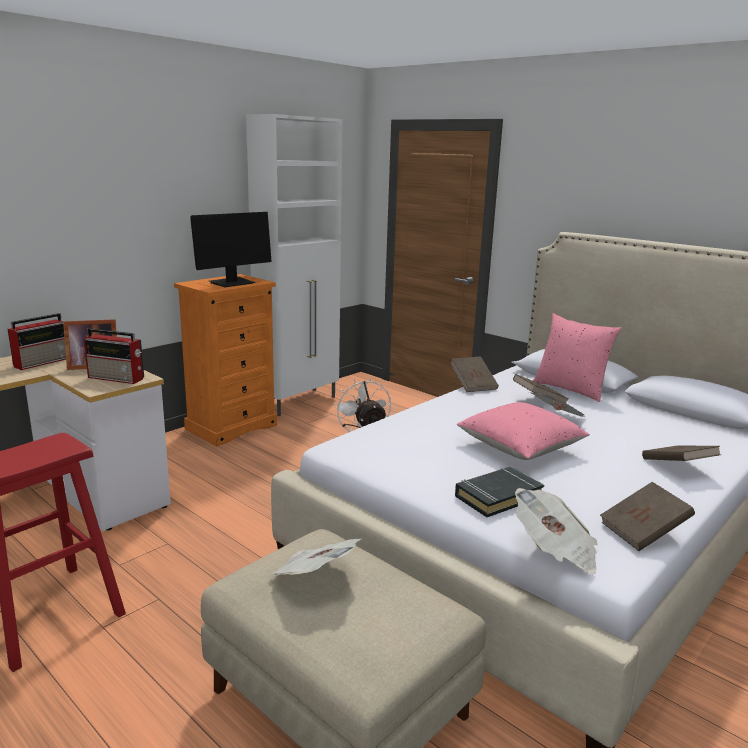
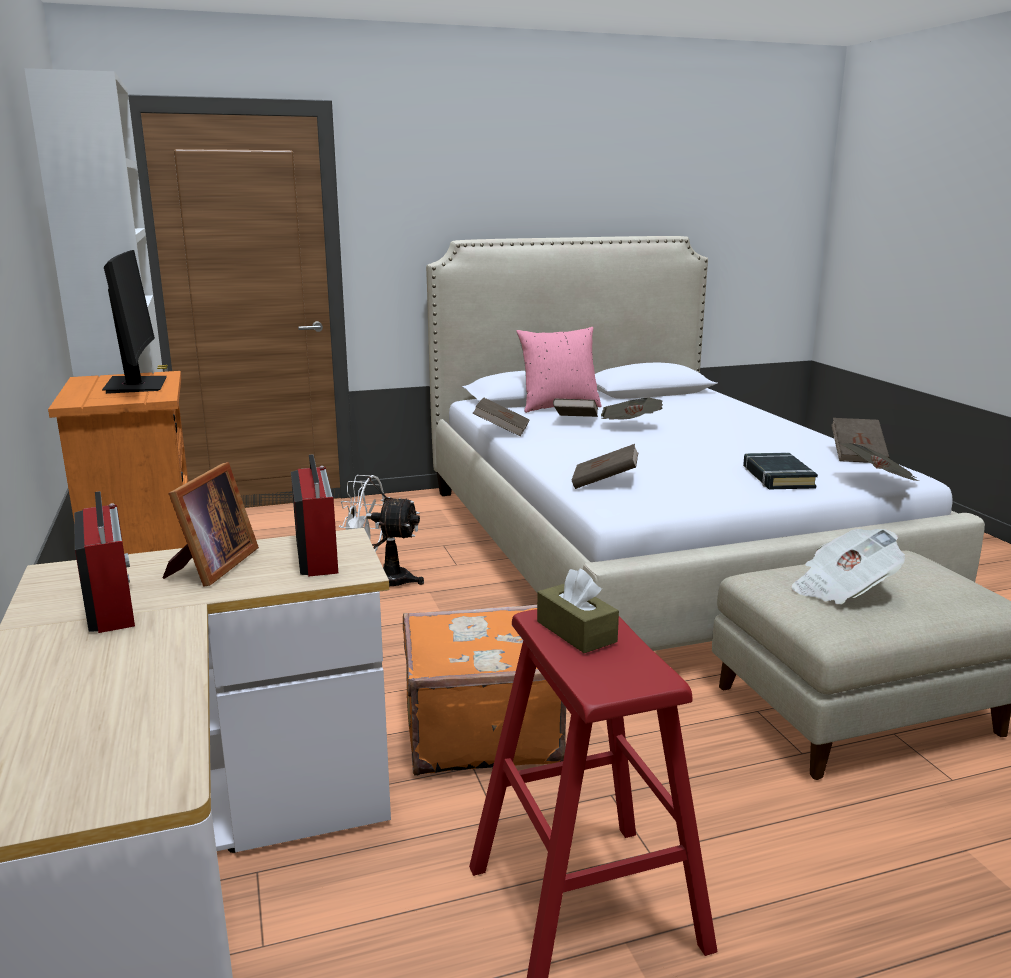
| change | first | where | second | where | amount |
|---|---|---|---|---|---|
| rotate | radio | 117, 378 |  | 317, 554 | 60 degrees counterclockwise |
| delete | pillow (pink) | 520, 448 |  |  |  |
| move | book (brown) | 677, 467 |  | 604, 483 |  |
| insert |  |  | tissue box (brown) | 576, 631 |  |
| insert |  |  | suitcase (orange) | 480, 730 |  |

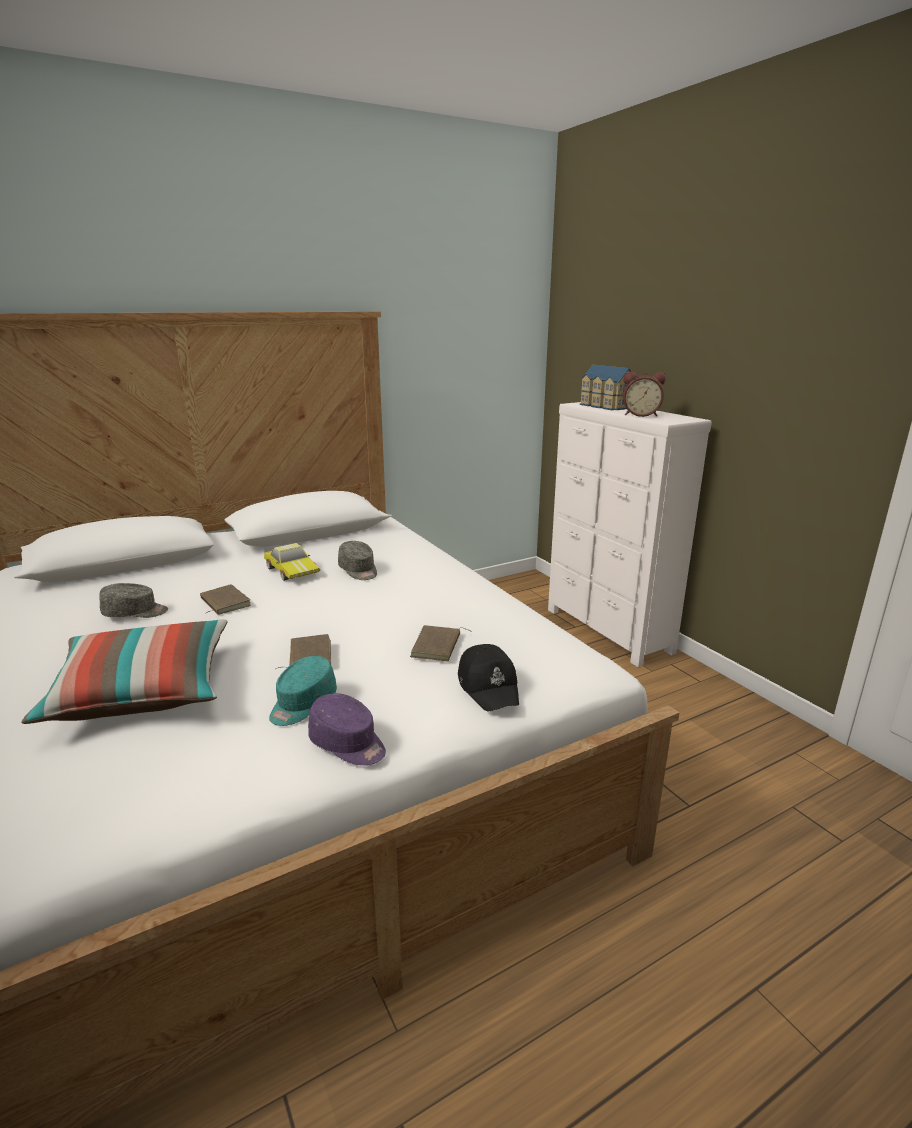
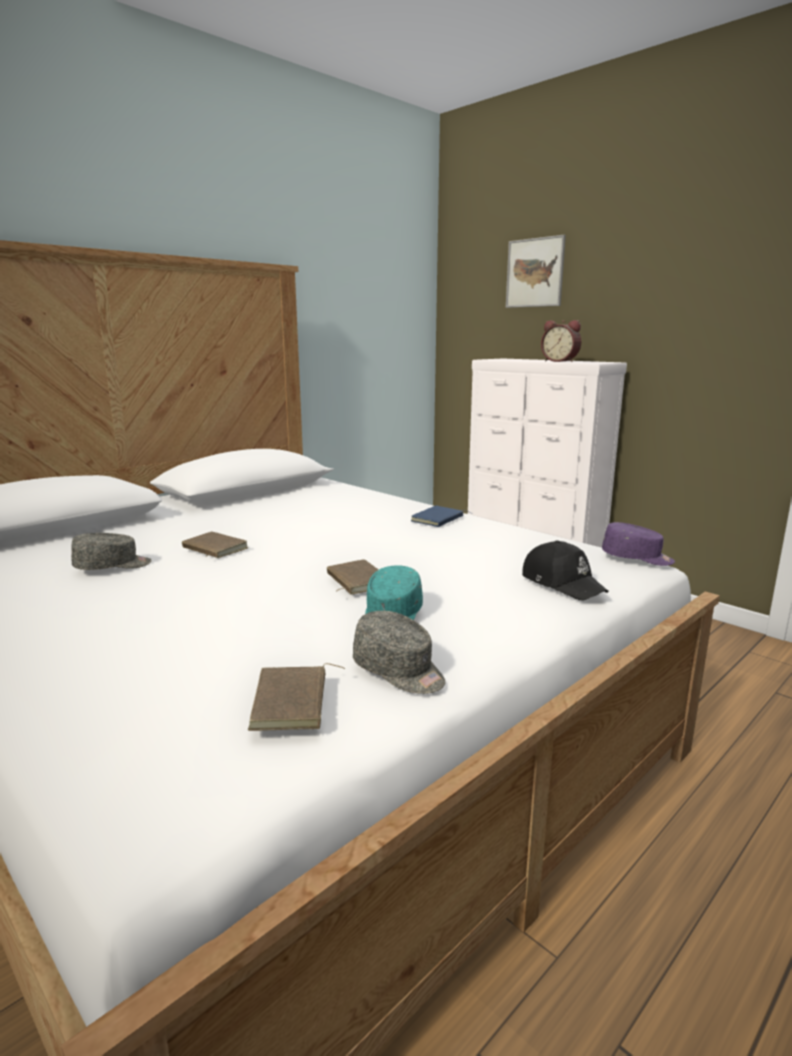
| change | first | where | second | where | amount |
|---|---|---|---|---|---|
| delete | toy house | 604, 406 |  |  |  |
| rotate | alarm clock | 640, 415 |  | 560, 361 | 45 degrees clockwise |
| move | cap (grey) | 359, 571 |  | 399, 671 |  |
| delete | toy car | 293, 570 |  |  |  |
| delete | pillow | 143, 691 |  |  |  |
| move | book (brown) | 438, 647 |  | 293, 703 |  |
| move | cap (purple) | 348, 744 |  | 637, 558 |  |
| insert |  |  | picture | 535, 273 |  |
| insert |  |  | book (blue) | 438, 520 |  |

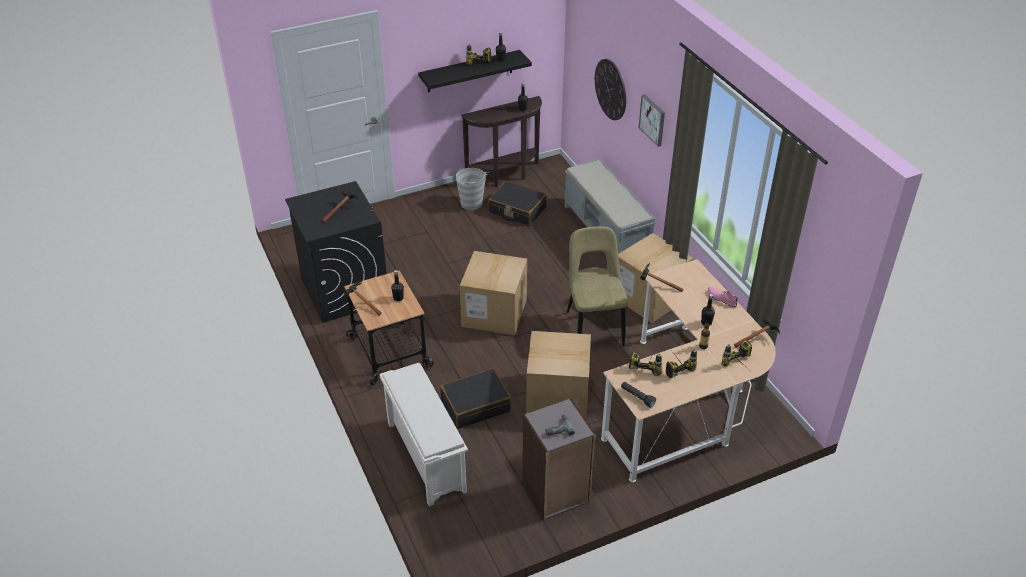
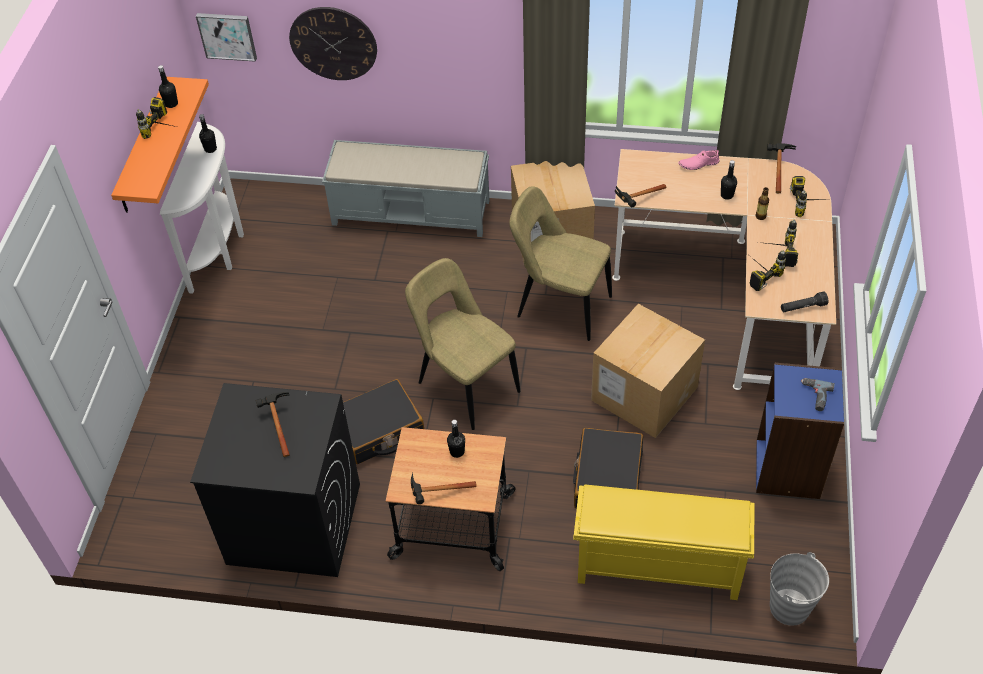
| change | first | where | second | where | amount |
|---|---|---|---|---|---|
| recolor | shelf (black) | 470, 71 | shelf (orange) | 144, 147 |  |
| move | picture | 653, 120 |  | 227, 35 |  |
| recolor | console table (brown) | 506, 176 | console table (white) | 220, 249 |  |
| move | bucket (grey) | 471, 203 |  | 790, 608 |  |
| move | suitcase (black) | 517, 210 |  | 378, 430 |  |
| replace | cardboard box | 494, 312 | chair (beige) | 465, 385 |  |
| recolor | shoe rack (white) | 425, 456 | shoe rack (yellow) | 656, 568 |  |
| recolor | bookcase (grey) | 556, 493 | bookcase (blue) | 788, 469 |  |

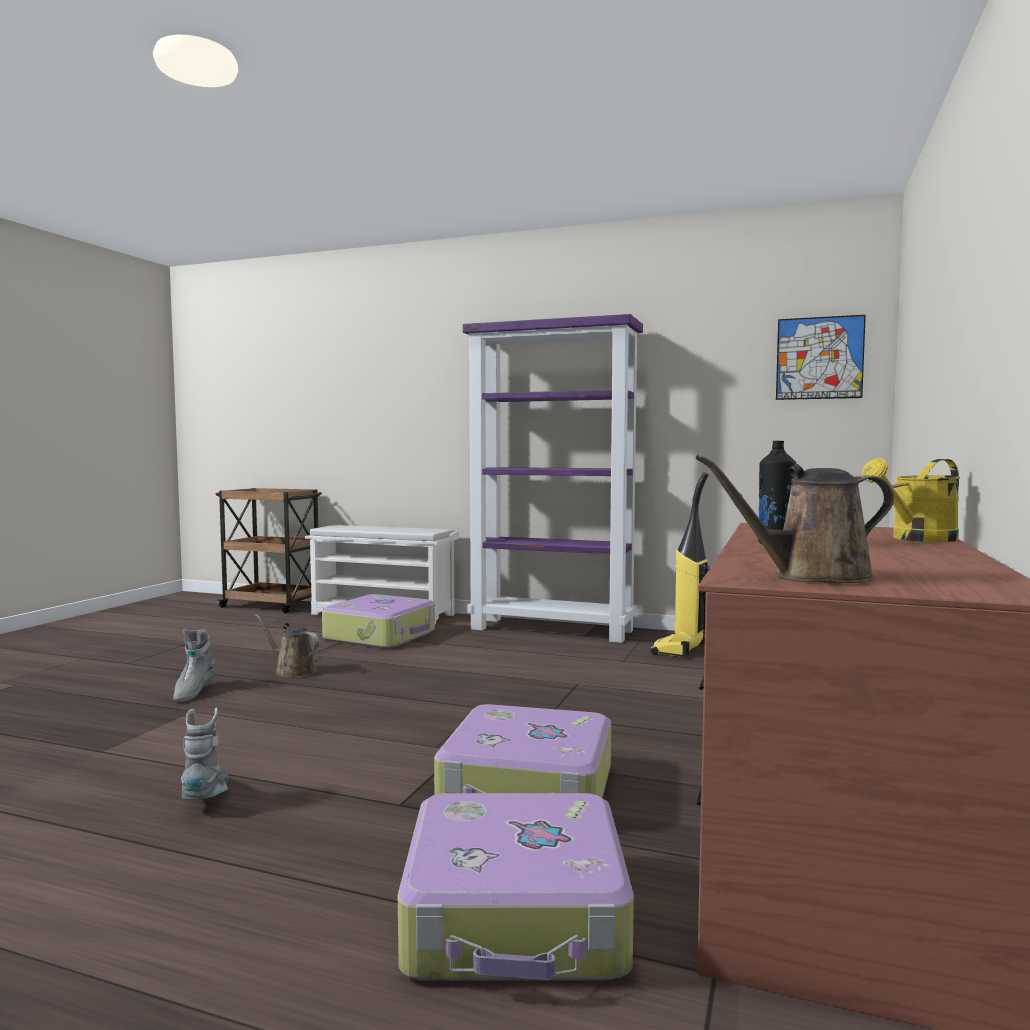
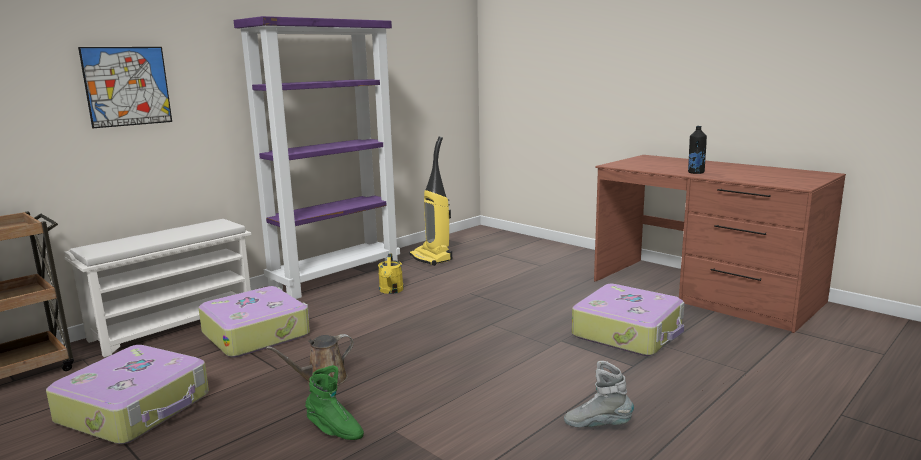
| change | first | where | second | where | amount |
|---|---|---|---|---|---|
| move | picture | 819, 358 |  | 127, 86 |  |
| delete | watering can (brown) | 811, 577 |  |  |  |
| move | watering can (yellow) | 917, 539 |  | 391, 291 |  |
| recolor | boot (grey) | 193, 692 | boot (green) | 334, 431 |  |
| move | suitcase | 517, 916 |  | 136, 408 |  |

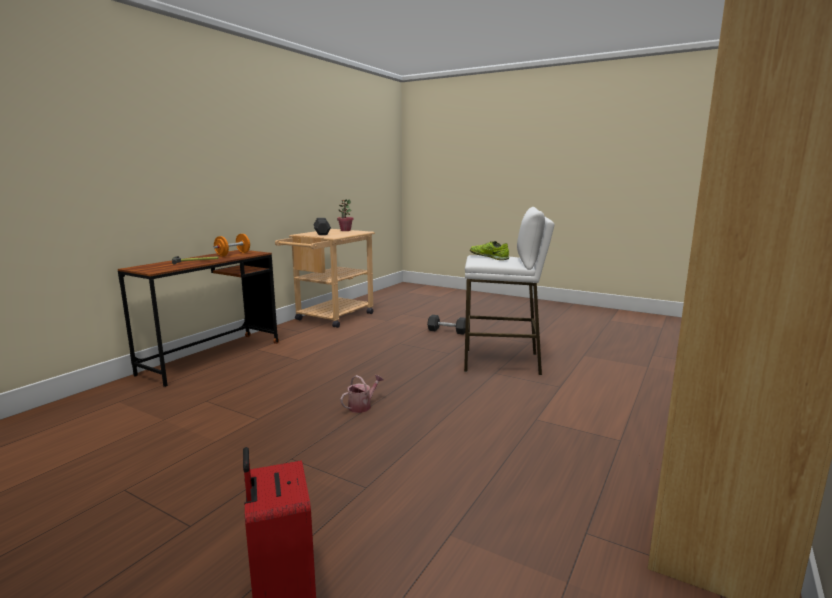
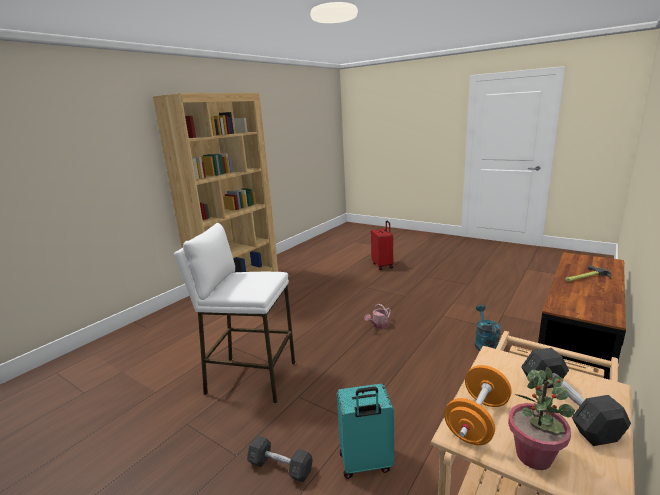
| change | first | where | second | where | amount |
|---|---|---|---|---|---|
| move | dumbbell (orange) | 233, 254 |  | 477, 421 |  |
| delete | shoe | 489, 257 |  |  |  |
| insert |  |  | watering can (turquoise) | 485, 343 |  |
| insert |  |  | suitcase (turquoise) | 365, 463 |  |

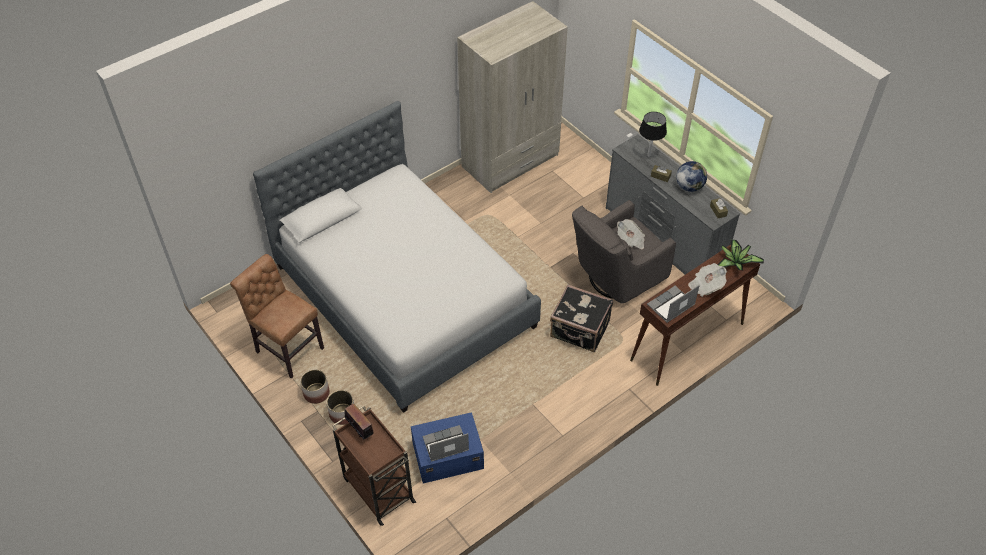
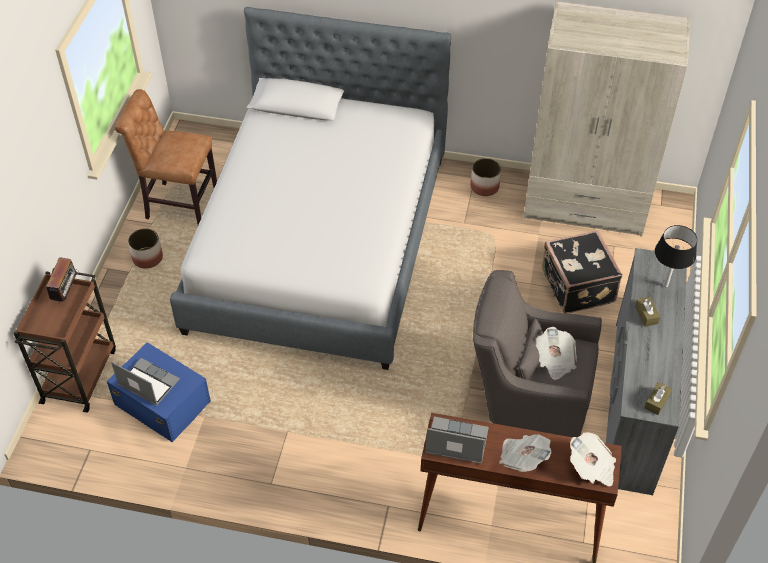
| change | first | where | second | where | amount |
|---|---|---|---|---|---|
| delete | globe | 689, 186 |  |  |  |
| replace | potted plant | 736, 262 | newspaper | 591, 467 |  |
| rotate | chair (brown) | 287, 348 |  | 178, 204 | 75 degrees counterclockwise |
| move | suitcase (black) | 579, 330 |  | 576, 287 |  |
| move | planter | 342, 413 |  | 484, 186 |  |

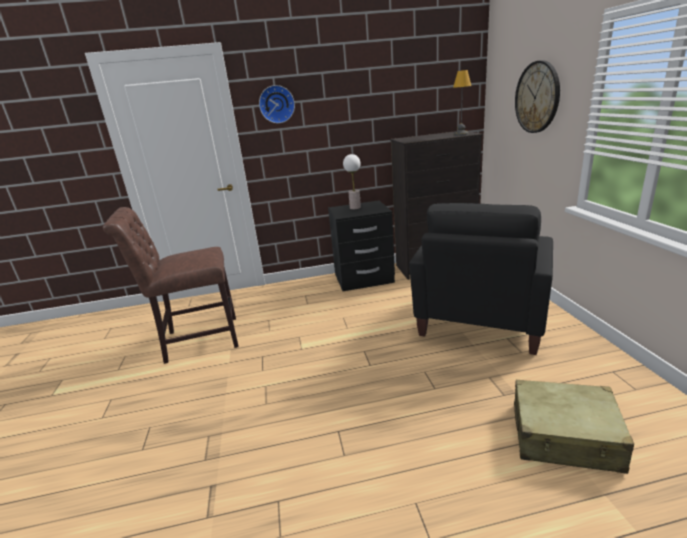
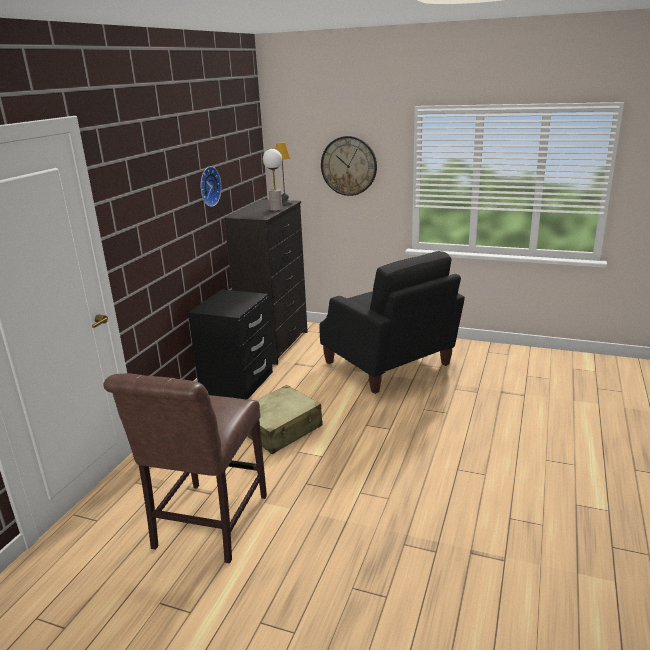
| change | first | where | second | where | amount |
|---|---|---|---|---|---|
| move | wall clock | 276, 104 |  | 208, 186 |  |
| move | table lamp | 355, 208 |  | 276, 209 |  |
| move | suitcase (beige) | 565, 437 |  | 281, 429 |  |

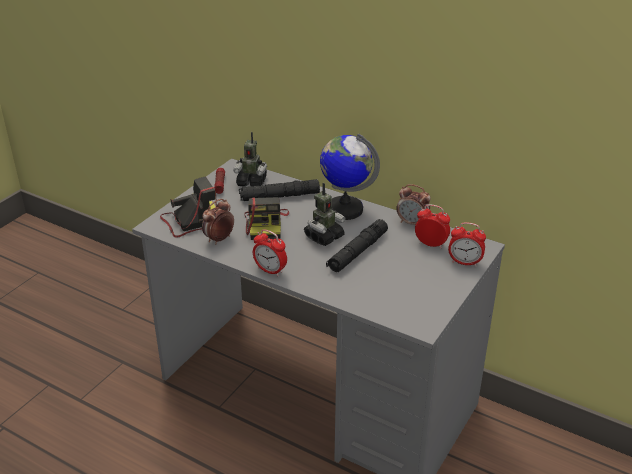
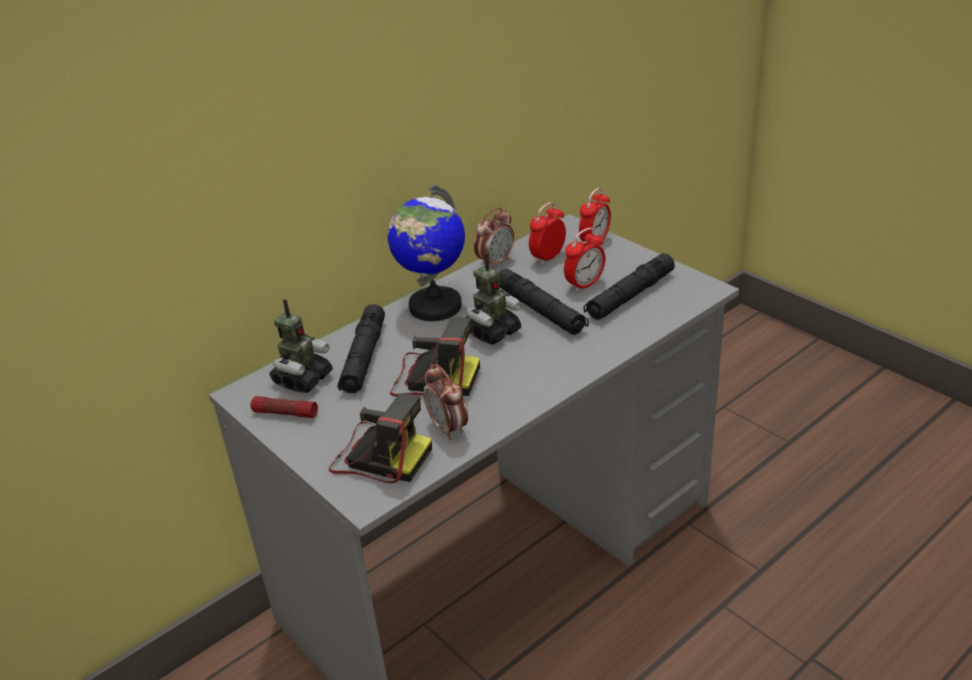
| change | first | where | second | where | amount |
|---|---|---|---|---|---|
| rotate | photo camera | 190, 221 |  | 379, 456 | 120 degrees clockwise |
| rotate | toy robot | 324, 237 |  | 492, 332 | 75 degrees clockwise |
| move | alarm clock | 270, 270 |  | 584, 284 |  |
| insert |  |  | flashlight (black) | 630, 296 |  |

